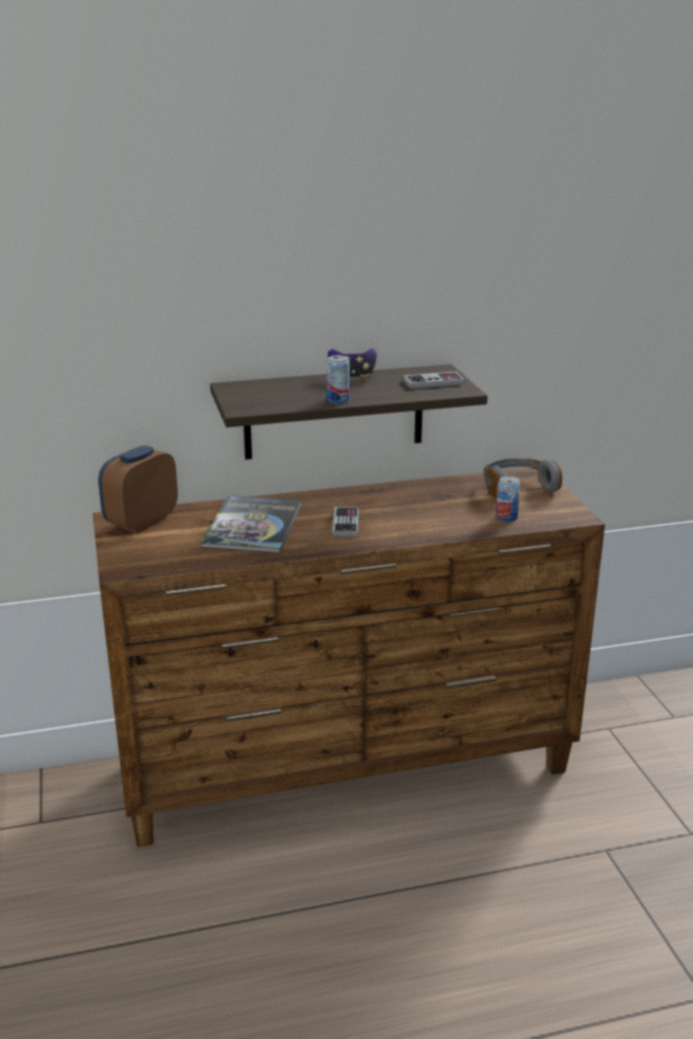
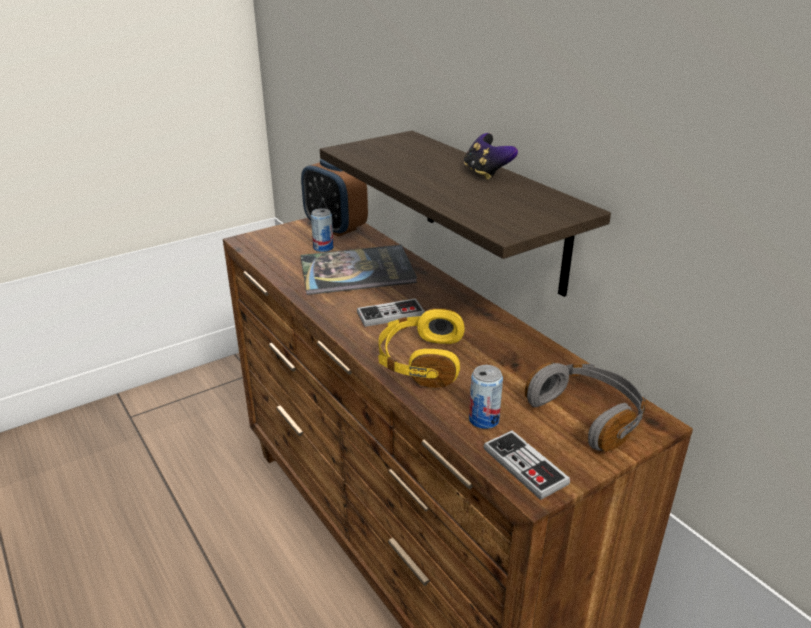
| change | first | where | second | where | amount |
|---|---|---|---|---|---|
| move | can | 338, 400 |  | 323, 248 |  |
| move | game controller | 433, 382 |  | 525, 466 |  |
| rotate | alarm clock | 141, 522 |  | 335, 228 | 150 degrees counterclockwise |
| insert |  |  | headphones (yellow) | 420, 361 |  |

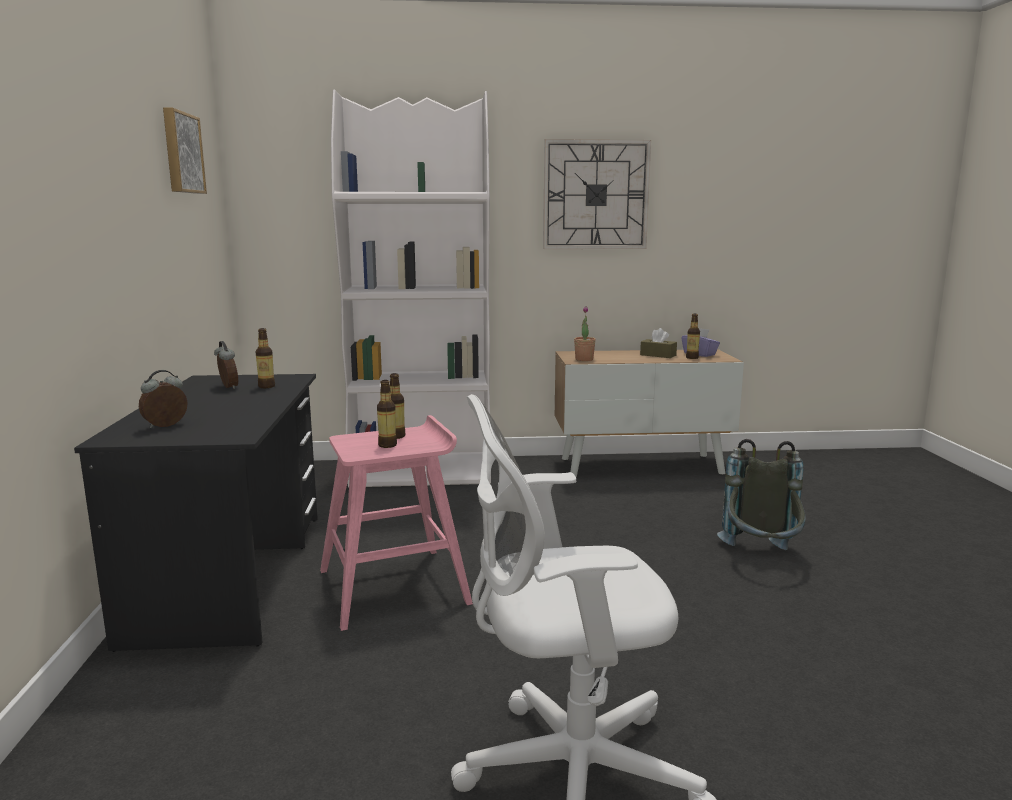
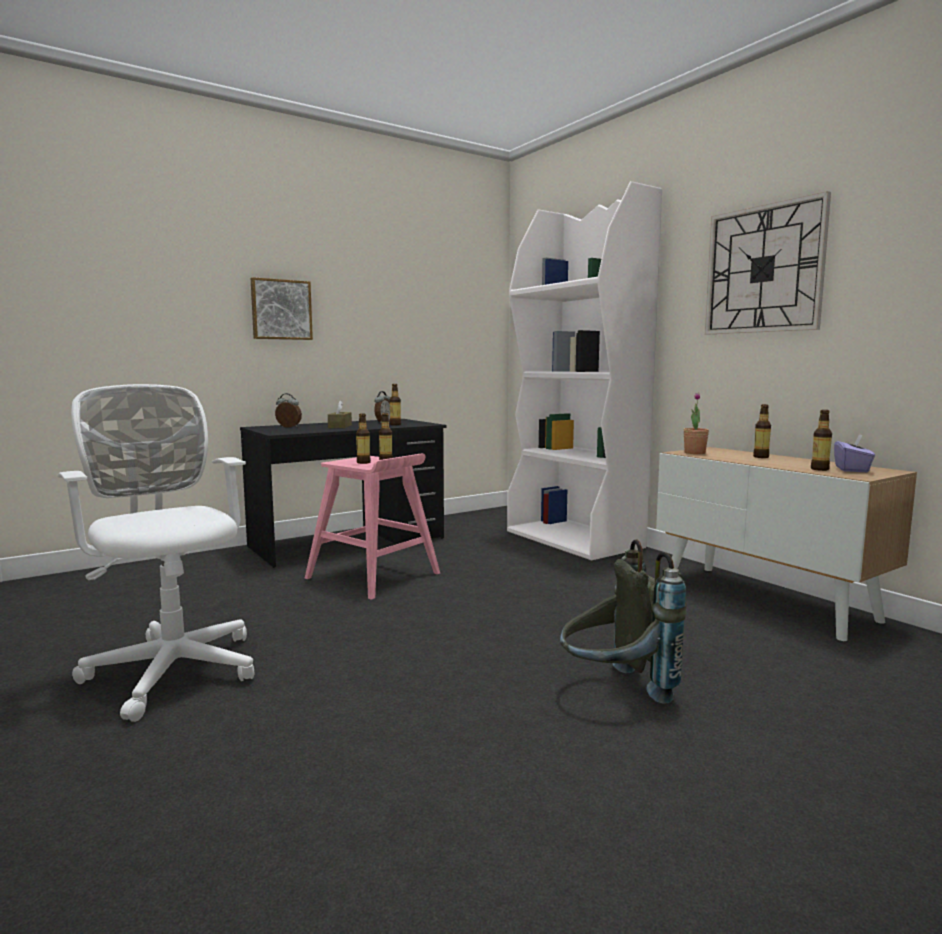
| change | first | where | second | where | amount |
|---|---|---|---|---|---|
| move | picture | 181, 153 |  | 281, 310 |  |
| move | tissue box (brown) | 658, 355 |  | 340, 426 |  |
| insert |  |  | bottle | 761, 457 |  |

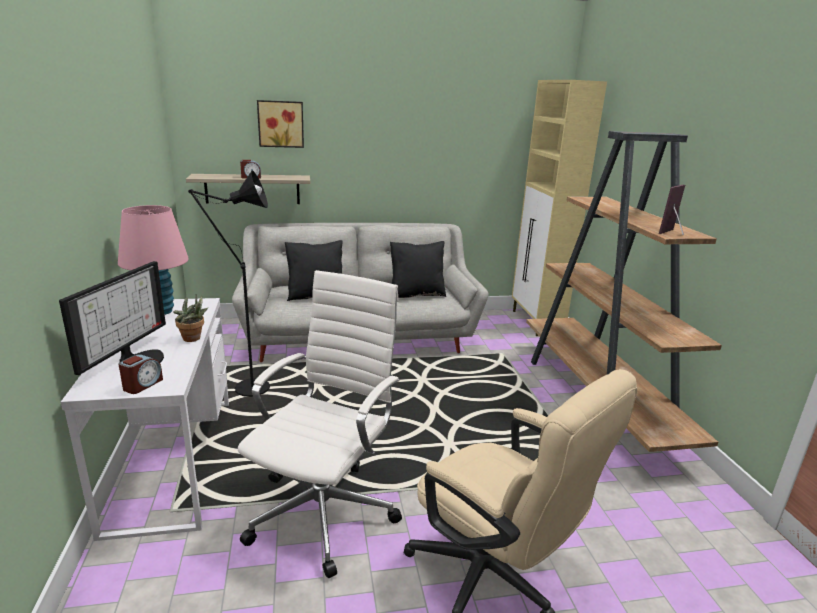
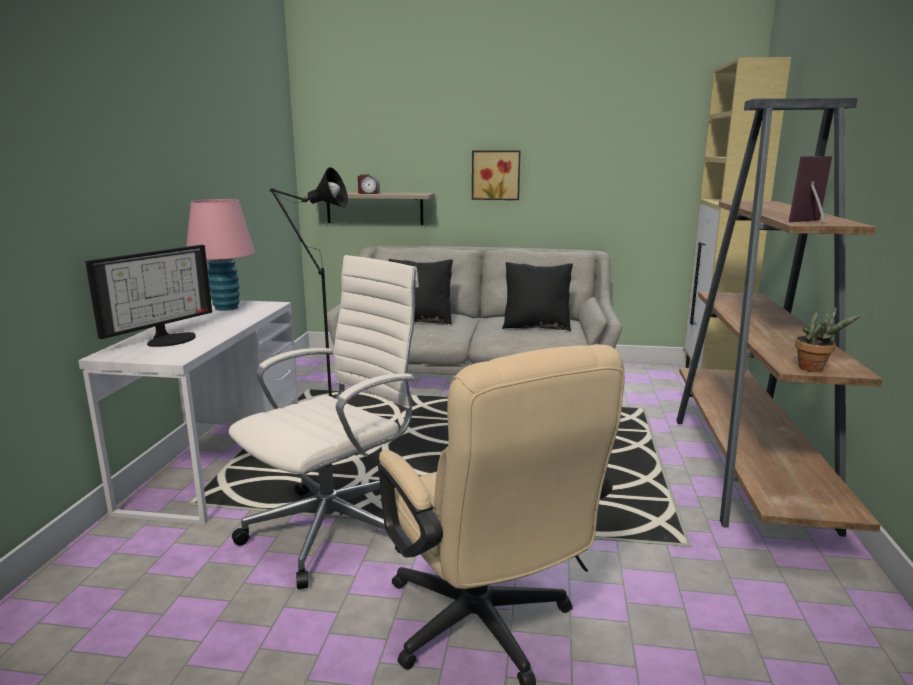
| change | first | where | second | where | amount |
|---|---|---|---|---|---|
| move | picture | 281, 124 |  | 496, 175 |  |
| move | potted plant | 194, 339 |  | 814, 369 |  |
| delete | alarm clock | 142, 385 |  |  |  |

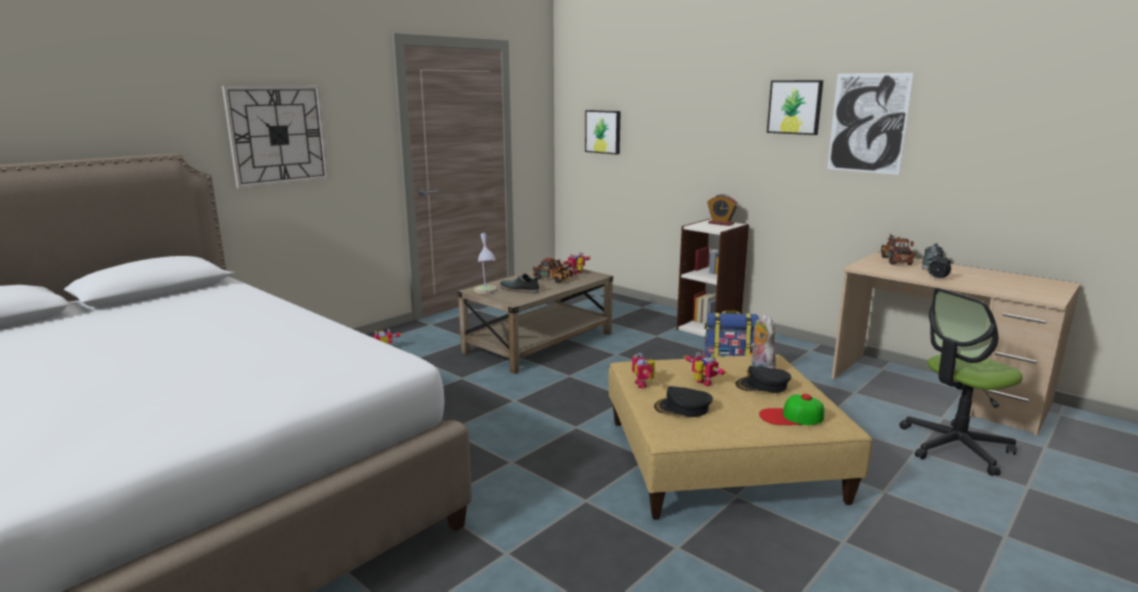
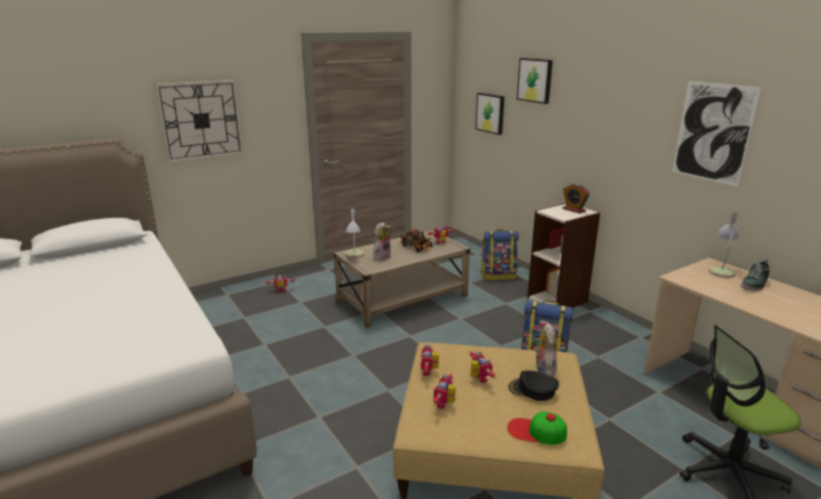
| change | first | where | second | where | amount |
|---|---|---|---|---|---|
| move | picture | 795, 107 |  | 535, 80 |  |
| replace | toy truck | 895, 260 | table lamp | 721, 270 |  |
| delete | alarm clock | 937, 279 |  |  |  |
| replace | shoe | 519, 290 | plush toy | 382, 257 |  |
| replace | cap (black) | 682, 408 | toy robot | 445, 404 |  |
| insert |  |  | backpack | 498, 276 |  |

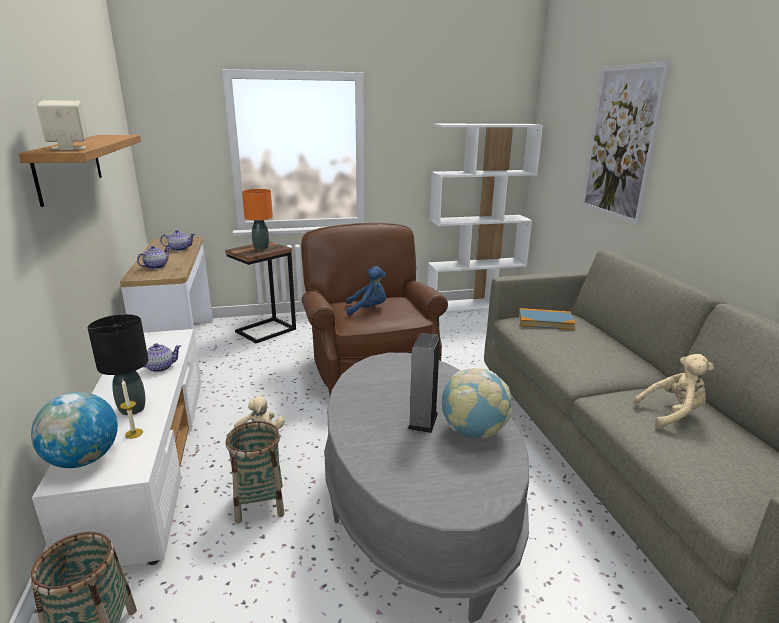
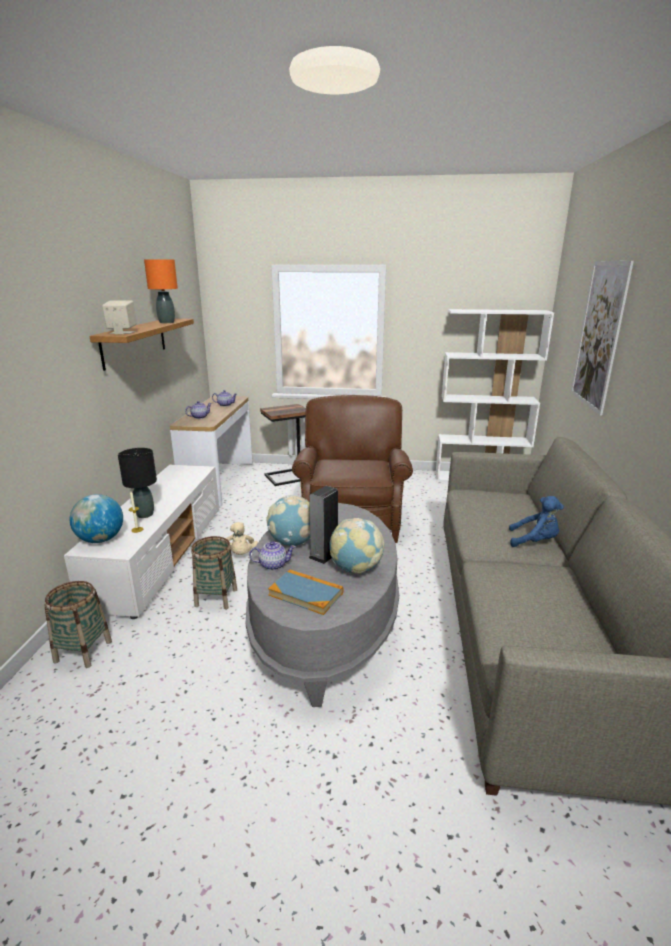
| change | first | where | second | where | amount |
|---|---|---|---|---|---|
| move | table lamp (orange) | 261, 248 |  | 167, 322 |  |
| move | plush toy (blue) | 368, 309 |  | 534, 541 |  |
| move | book | 545, 321 |  | 306, 594 |  |
| move | teapot | 159, 367 |  | 273, 565 |  |
| delete | plush toy (beige) | 672, 414 |  |  |  |
| insert |  |  | globe | 293, 542 |  |

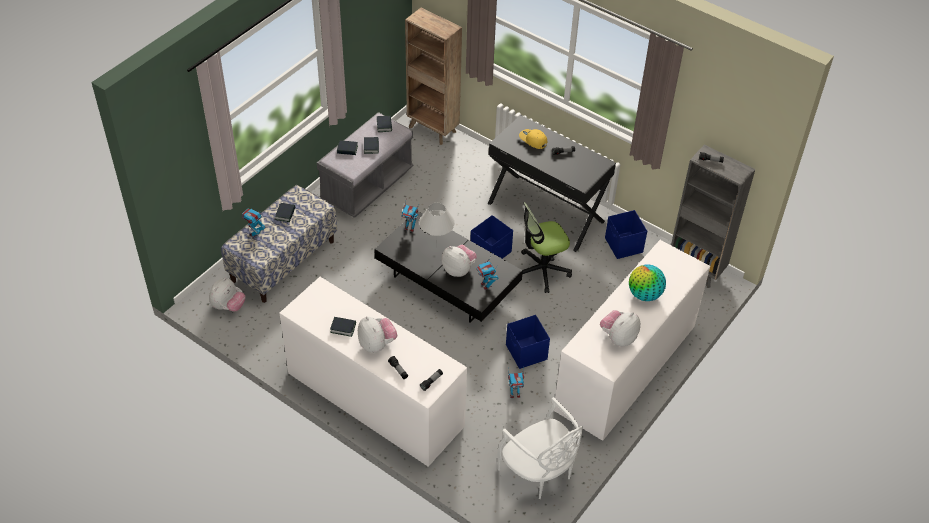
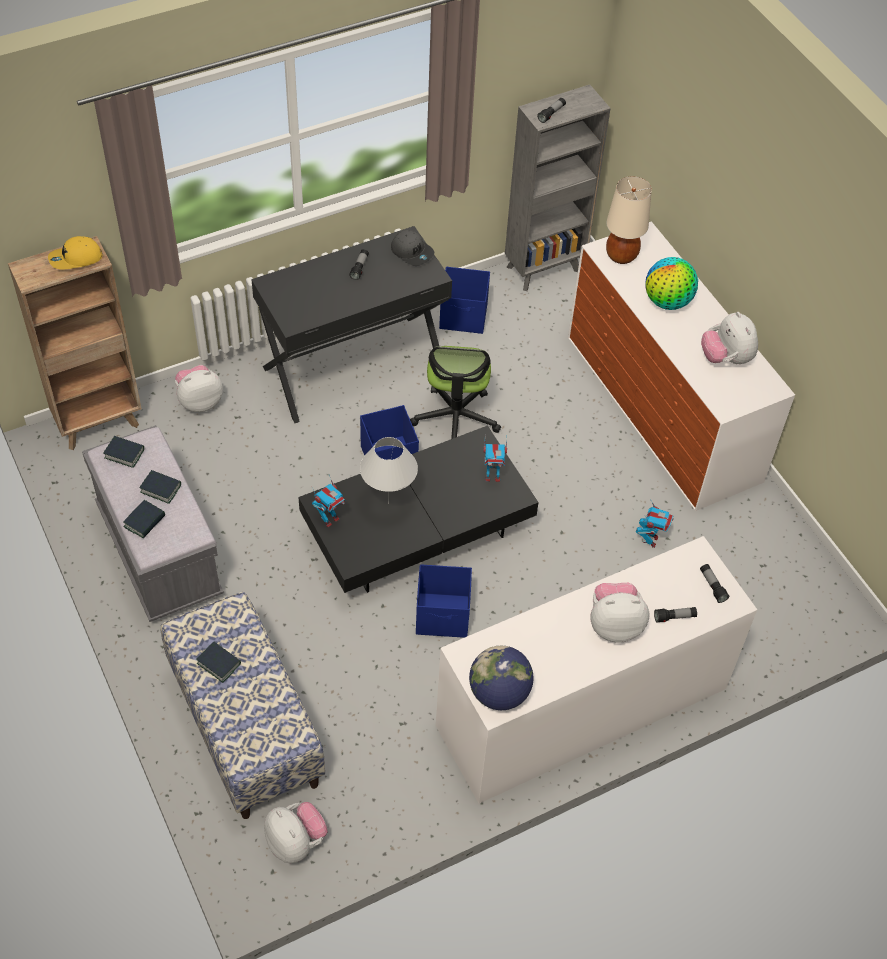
| change | first | where | second | where | amount |
|---|---|---|---|---|---|
| move | cap (yellow) | 533, 140 |  | 75, 259 |  |
| delete | toy robot | 255, 234 |  |  |  |
| move | plush toy | 458, 270 |  | 200, 401 |  |
| move | storage box (blue) | 526, 353 |  | 443, 616 |  |
| delete | book | 343, 328 |  |  |  |
| delete | chair (white) | 538, 472 |  |  |  |
| insert |  |  | table lamp (beige) | 620, 256 |  |
| insert |  |  | cap (grey) | 412, 252 |  |
| insert |  |  | globe | 499, 693 |  |

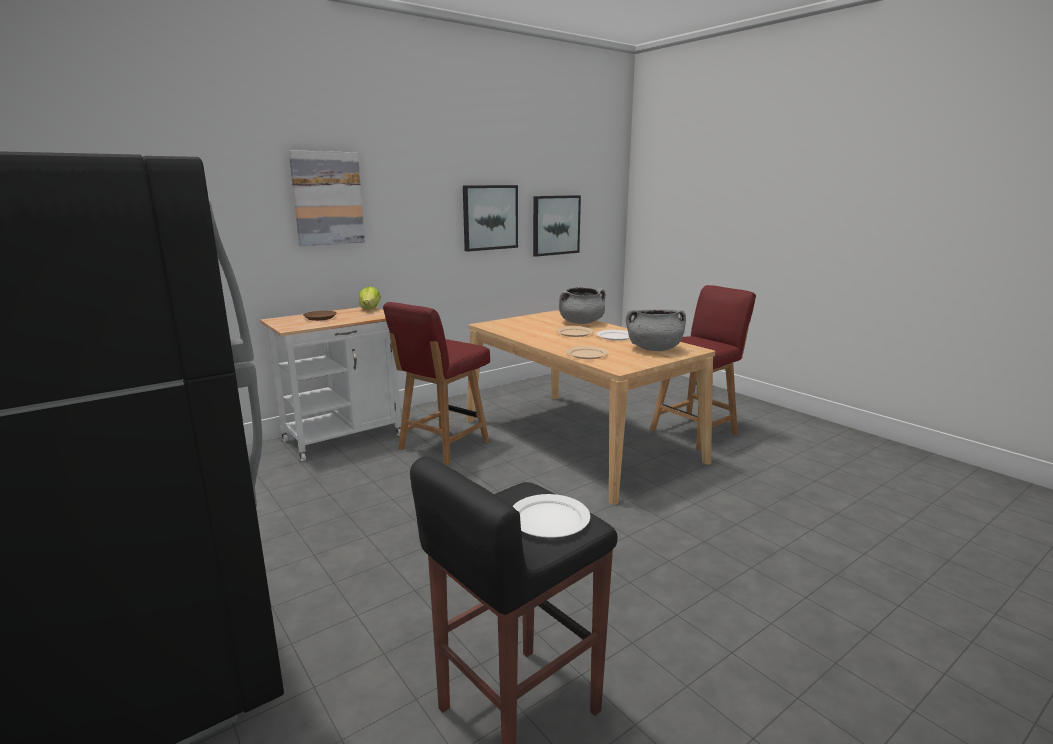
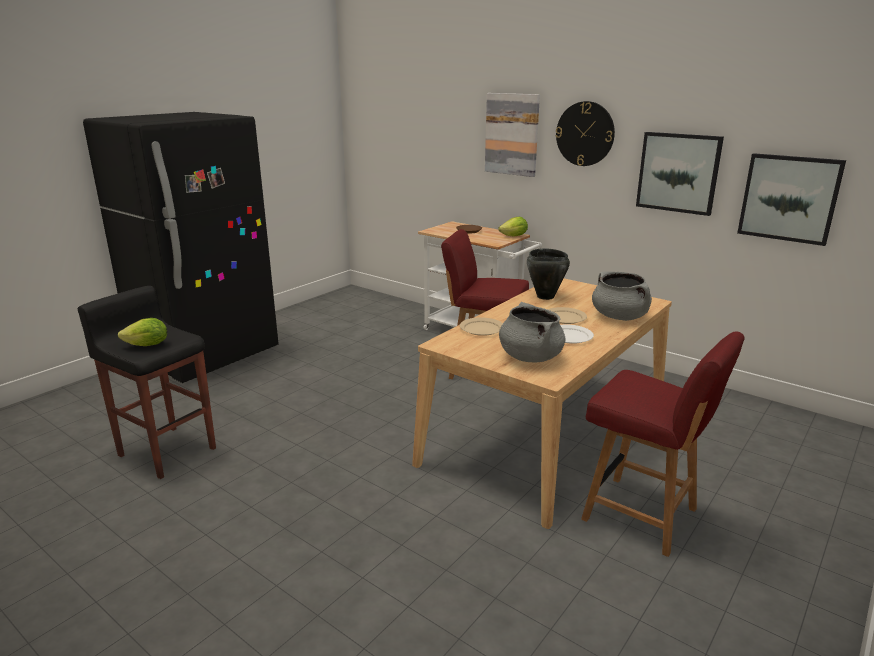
| change | first | where | second | where | amount |
|---|---|---|---|---|---|
| replace | plate (white) | 549, 519 | lettuce | 148, 345 |  |
| insert |  |  | wall clock | 585, 134 |  |
| insert |  |  | cooking pot (black) | 545, 297 |  |

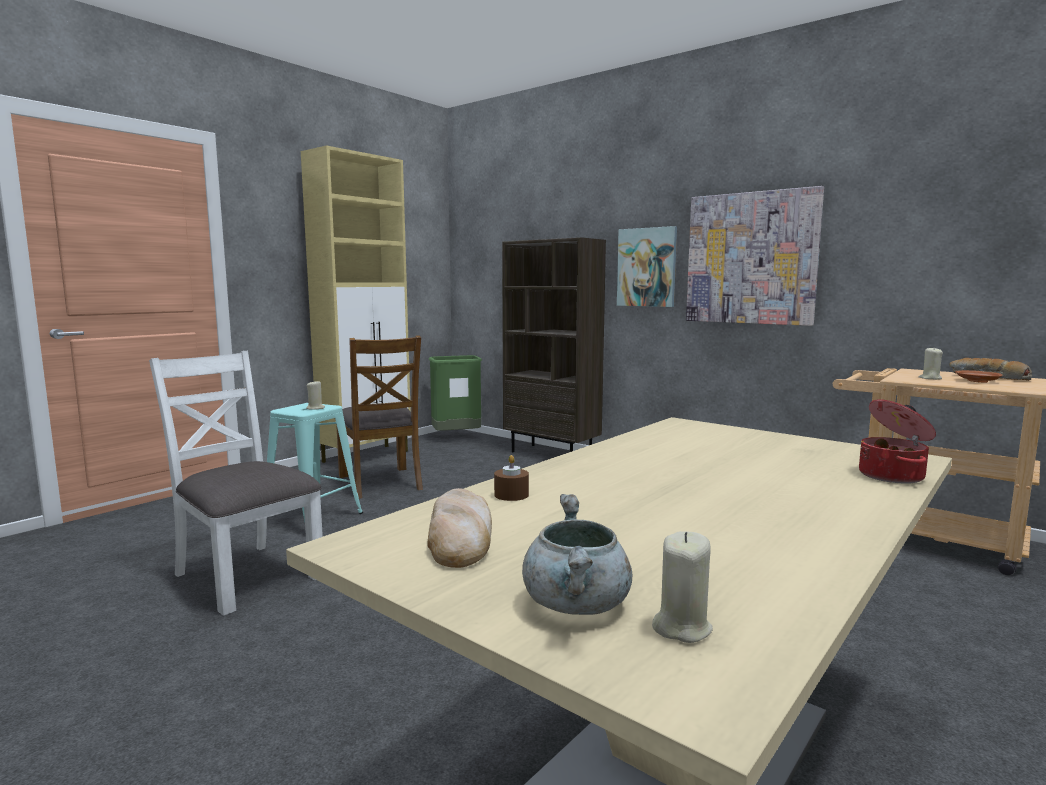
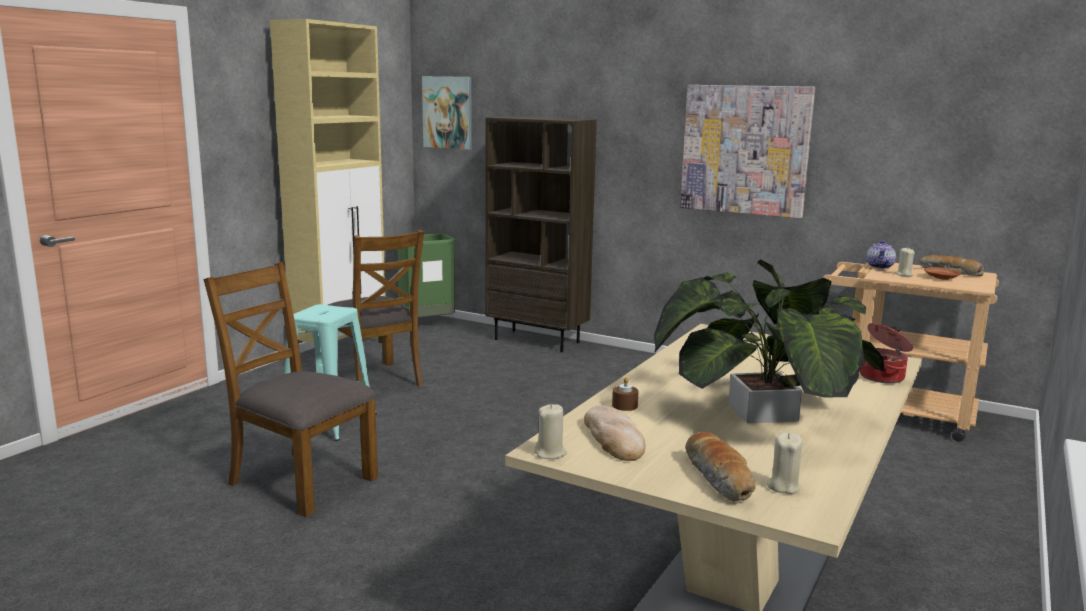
| change | first | where | second | where | amount |
|---|---|---|---|---|---|
| move | picture | 647, 267 |  | 448, 112 |  |
| recolor | chair (white) | 246, 575 | chair (brown) | 300, 481 |  |
| move | candle (beige) | 315, 408 |  | 550, 453 |  |
| replace | cooking pot (grey) | 578, 605 | bread | 720, 478 |  |
| insert |  |  | teapot | 880, 267 |  |
| insert |  |  | potted plant | 763, 412 |  |

